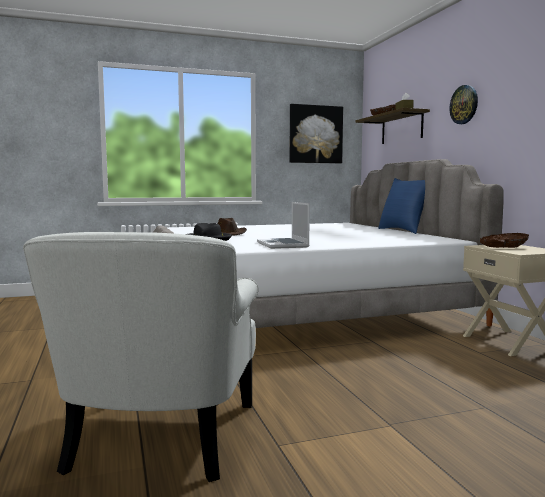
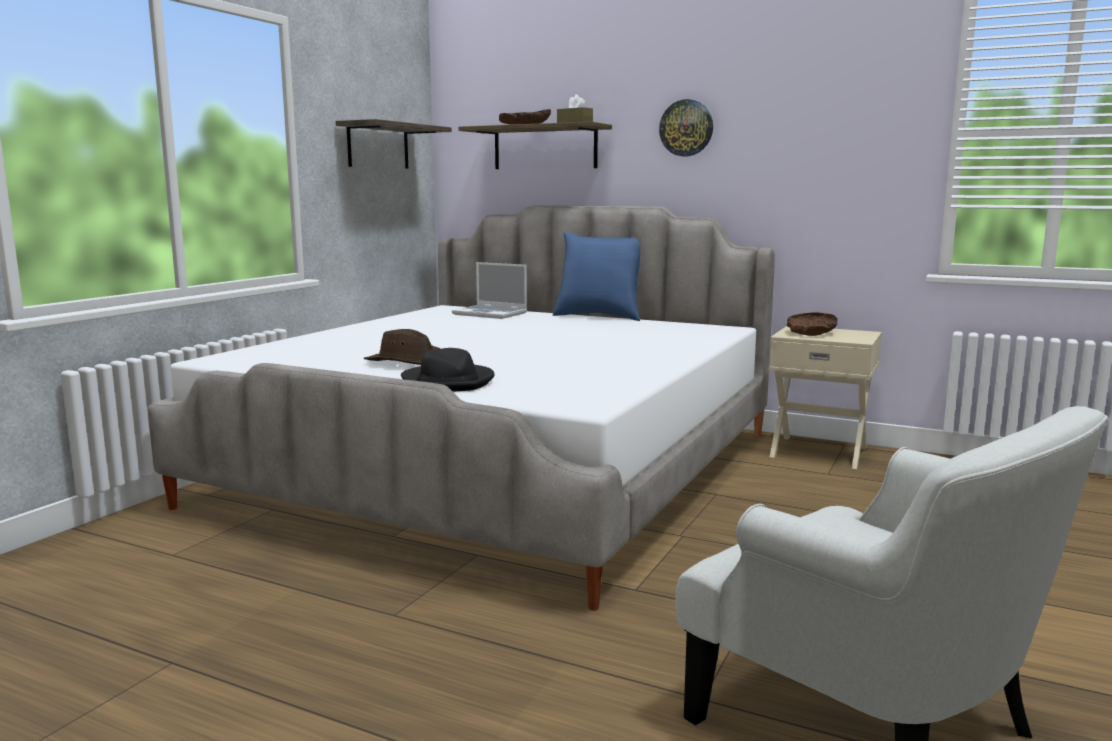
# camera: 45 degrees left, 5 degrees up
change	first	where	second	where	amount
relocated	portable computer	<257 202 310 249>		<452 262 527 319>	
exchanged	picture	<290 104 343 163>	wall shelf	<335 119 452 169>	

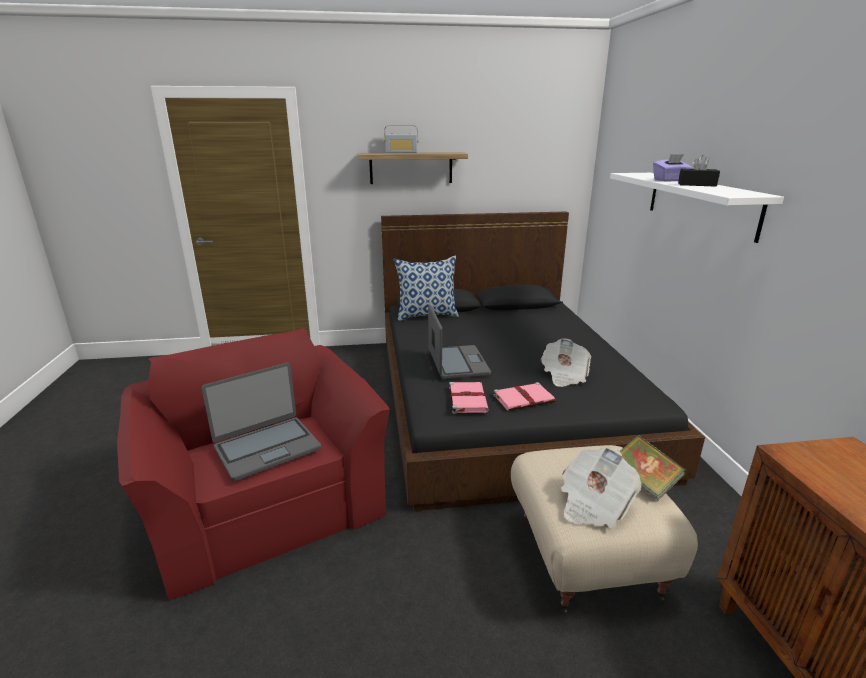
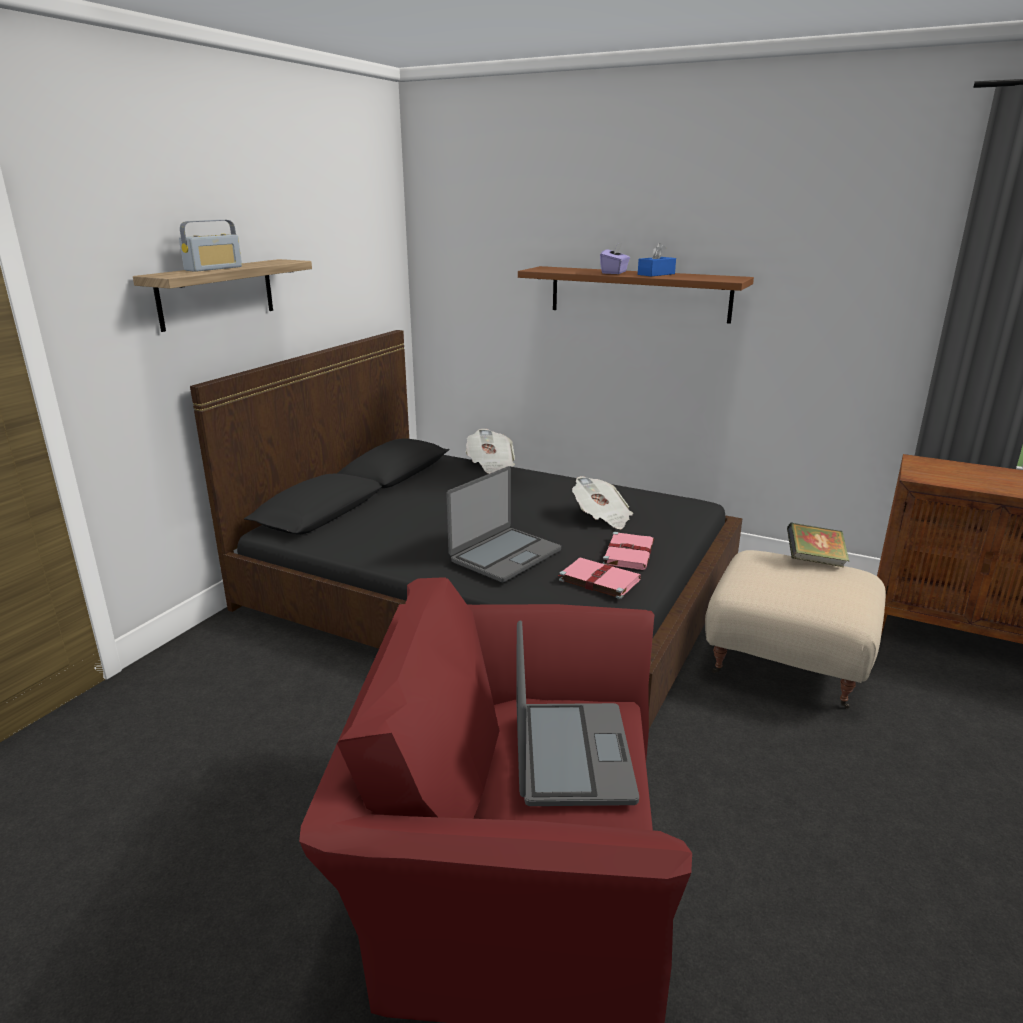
# camera: 55 degrees left, 0 degrees up
change	first	where	second	where	amount
missing	throw pillow	<394 256 459 321>			
relocated	daily paper	<561 447 641 528>		<466 429 515 474>	
colour	wall shelf (white)	<610 173 784 243>	wall shelf (brownish)	<518 266 754 324>	
colour	box of tissues (black-coloured)	<678 155 720 187>	box of tissues (blue)	<638 243 676 276>	
spun	portable computer	<428 305 491 379>		<446 466 561 582>	105 degrees clockwise

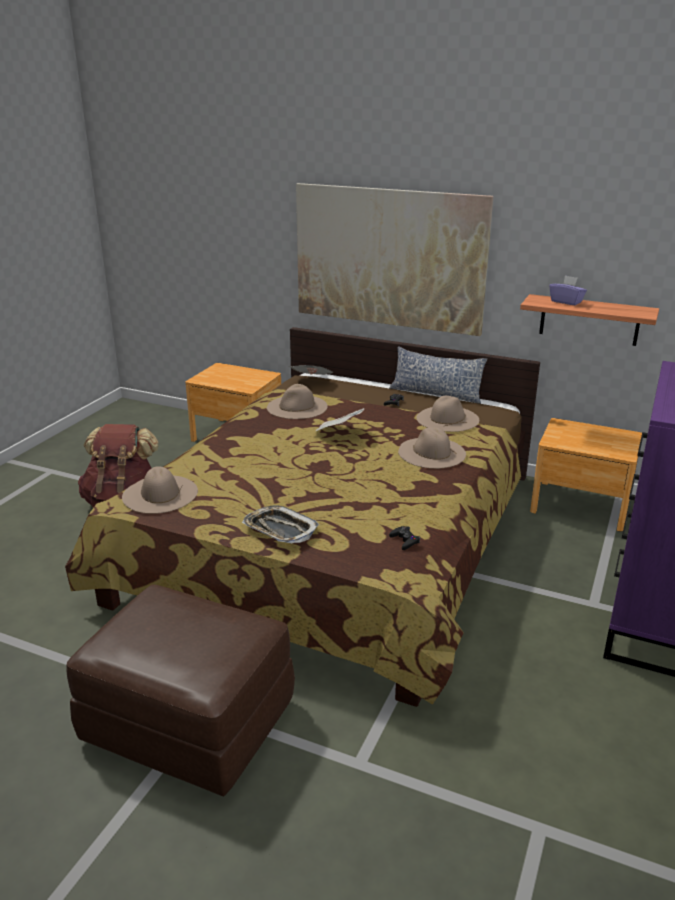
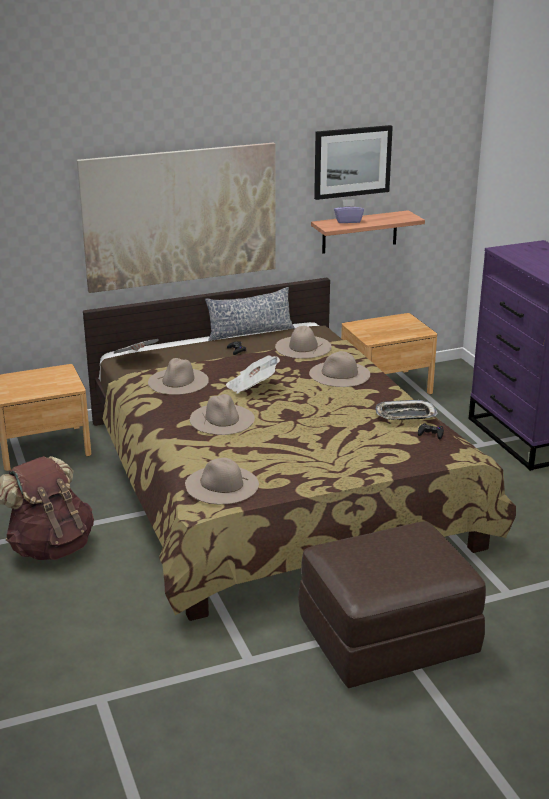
# camera: 45 degrees left, 0 degrees up
change	first	where	second	where	amount
appeared			hat (beige)	<190 394 255 435>	
appeared			picture	<314 125 393 200>	
relocated	tray	<242 505 319 543>		<376 400 438 420>	

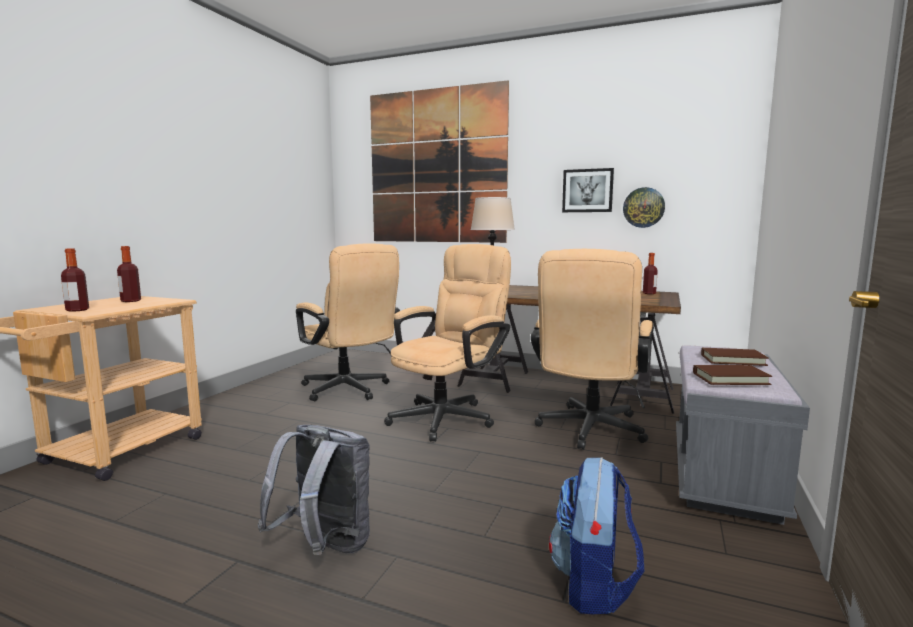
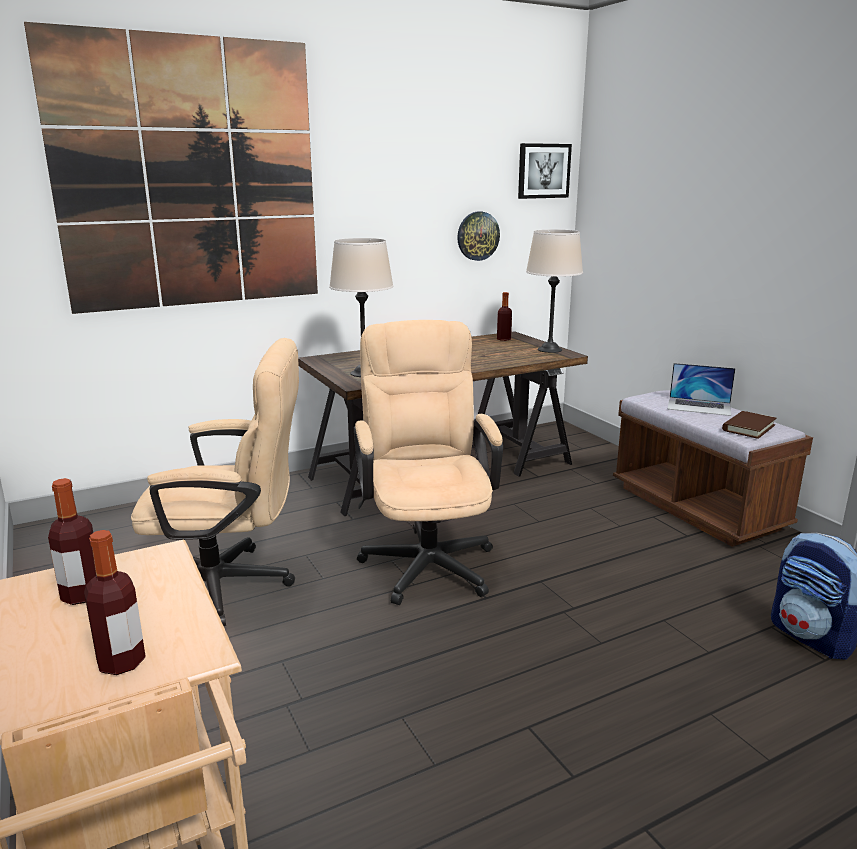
# camera: 50 degrees left, 10 degrees up
change	first	where	second	where	amount
missing	backpack (grey)	<257 425 370 555>			
missing	desk chair (beige)	<531 249 653 450>			
appeared			table lamp (beige)	<526 229 583 353>	
relocated	picture	<562 168 614 212>		<518 143 572 199>	
exchanged	book (brownish)	<701 348 769 366>	portable computer	<668 363 736 416>	
colour	indoor bench (grey)	<676 346 810 525>	indoor bench (brownish)	<613 390 813 547>	

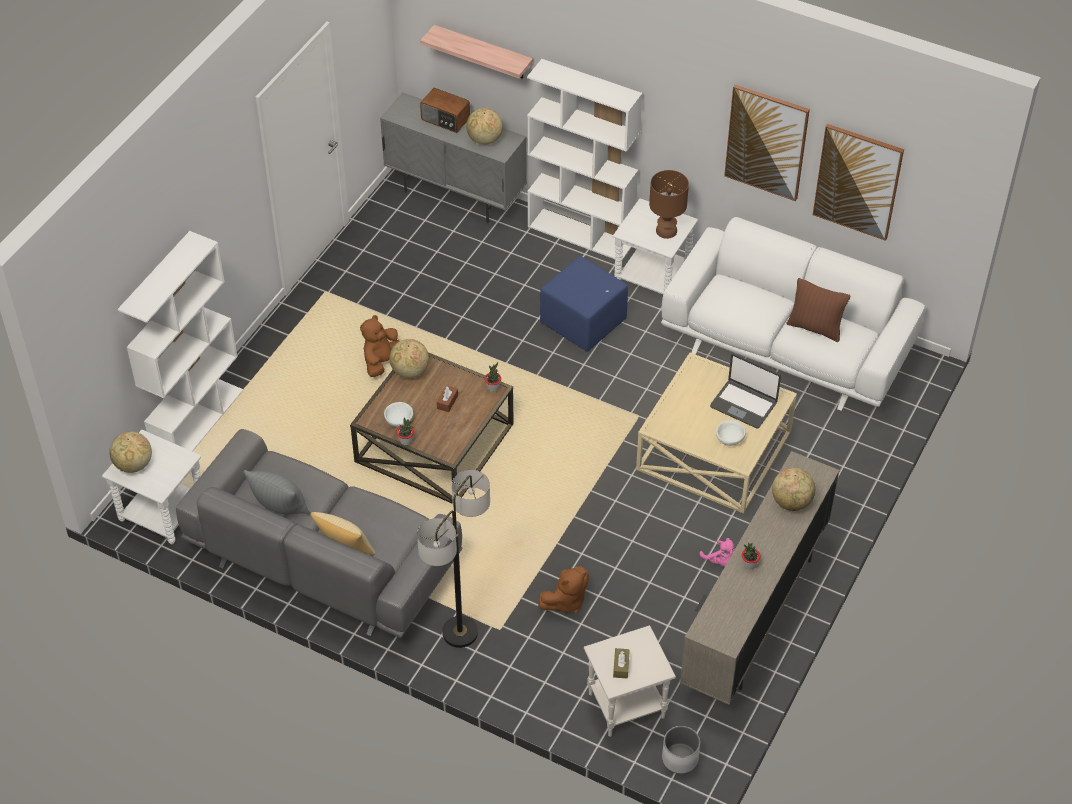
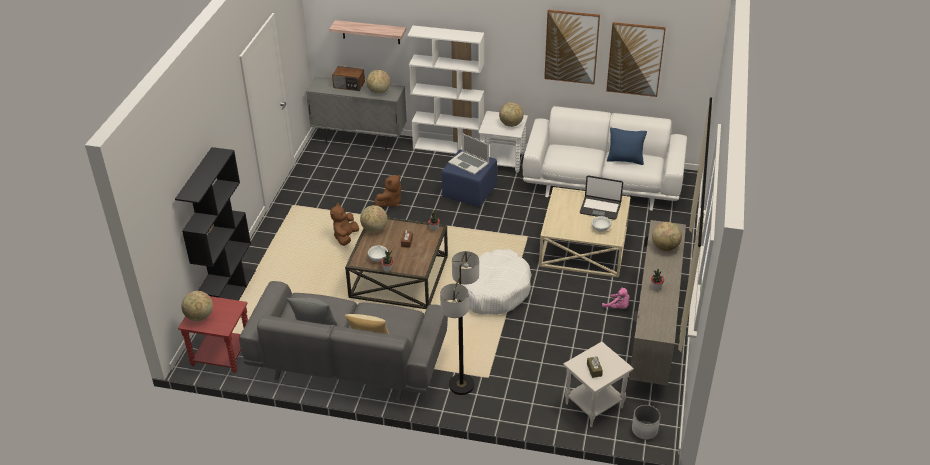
# camera: 15 degrees left, 10 degrees down
change	first	where	second	where	amount
appeared			portable computer	<448 133 489 175>	
appeared			dog bed (white)	<463 249 532 315>	
relocated	cuddly toy (brownish)	<538 566 589 613>		<375 175 401 207>	
exchanged	table lamp (brownish)	<649 170 689 239>	globe	<499 102 524 127>	
colour	side table (white)	<102 430 201 544>	side table (reddish)	<178 296 248 373>	
colour	bookshelf (white)	<118 231 243 452>	bookshelf (black-coloured)	<175 147 256 301>	
colour	throw pillow (brownish)	<787 278 851 342>	throw pillow (blue)	<607 128 647 165>	

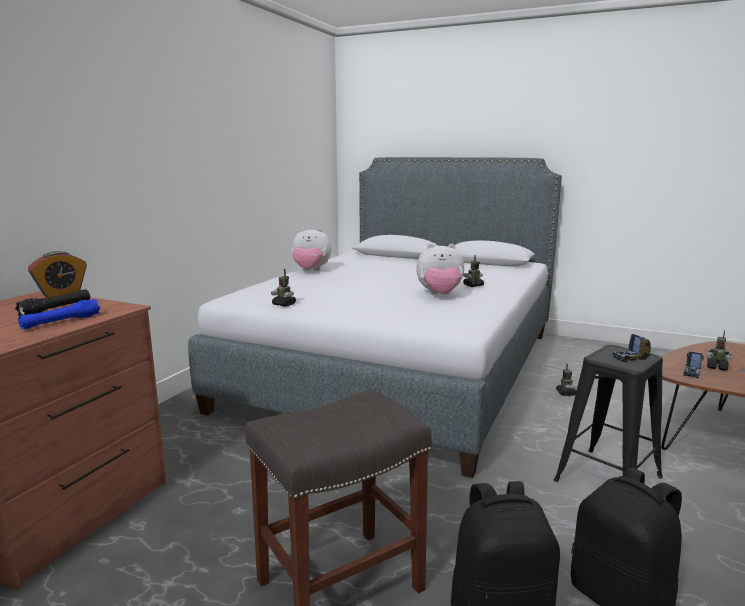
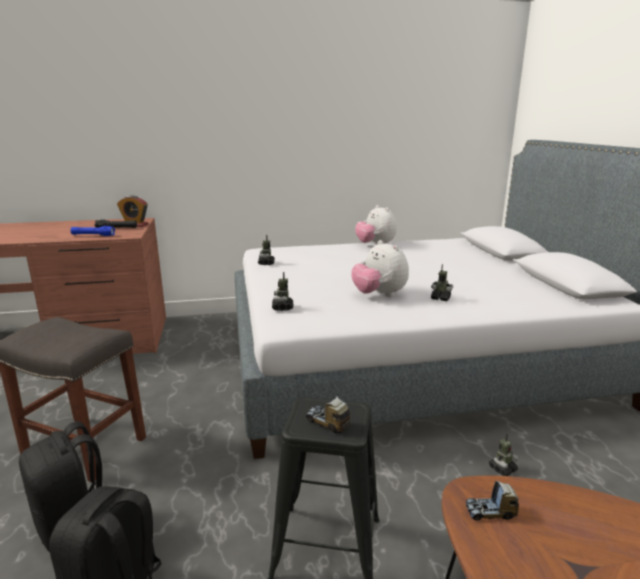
# camera: 55 degrees right, 5 degrees up
change	first	where	second	where	amount
relocated	toy robot	<706 330 732 371>		<272 272 293 311>	

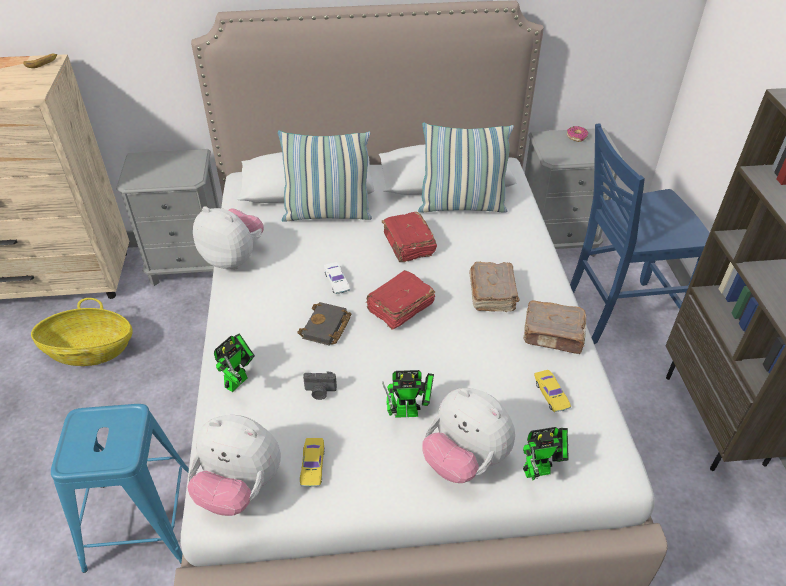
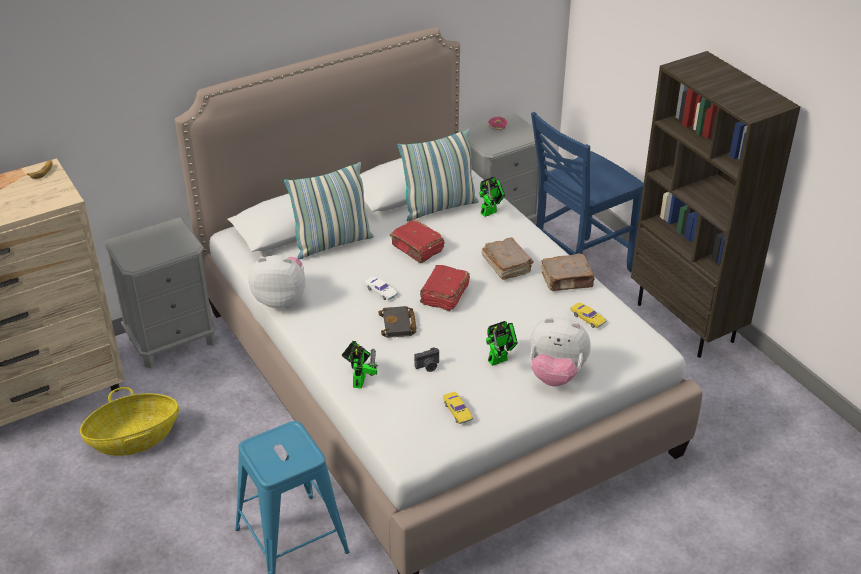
# camera: 25 degrees left, 5 degrees down
change	first	where	second	where	amount
missing	cuddly toy	<187 415 281 516>			
relocated	toy robot	<523 427 569 480>		<480 177 505 217>	

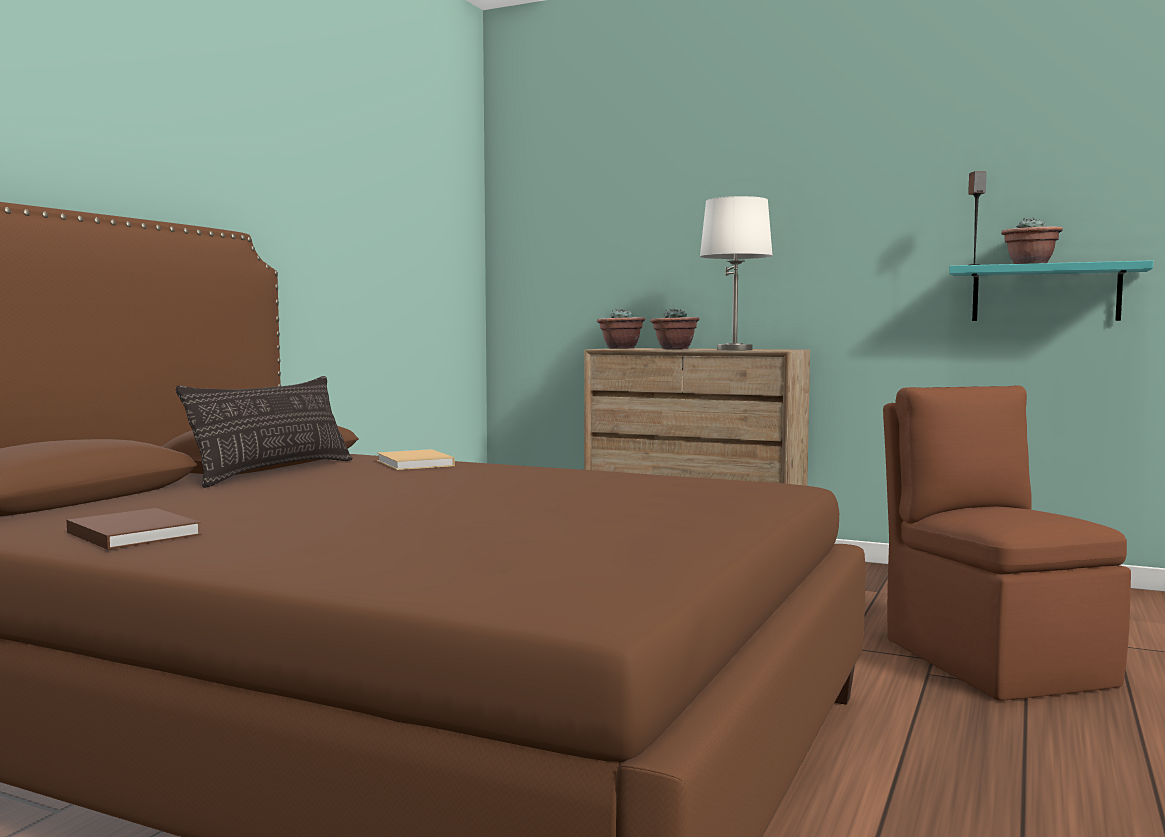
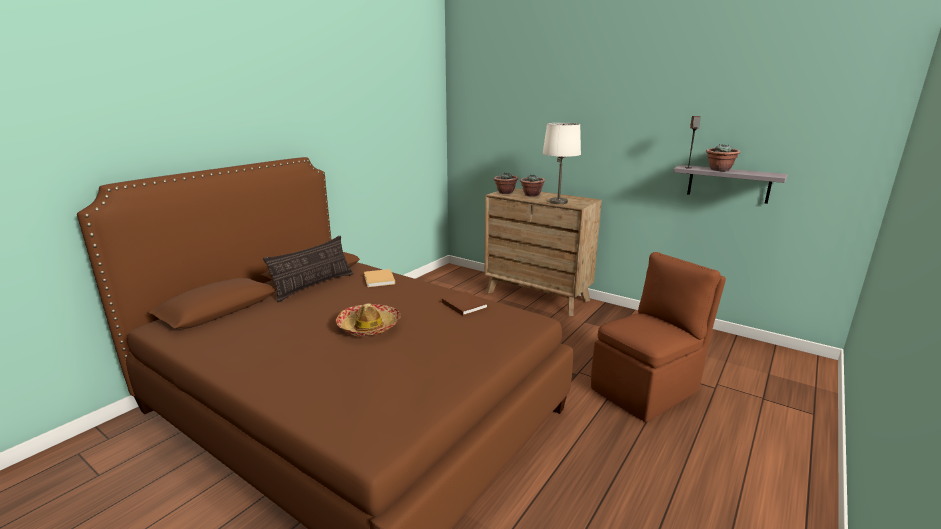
# camera: 10 degrees right, 15 degrees up
change	first	where	second	where	amount
appeared			hat	<336 304 400 336>	
relocated	book (brownish)	<66 508 201 550>		<442 292 488 316>	
colour	wall shelf (turquoise)	<949 260 1153 321>	wall shelf (grey)	<673 165 788 204>	
spun	upright chair (brownish)	<883 385 1131 701>		<591 252 726 422>	60 degrees clockwise

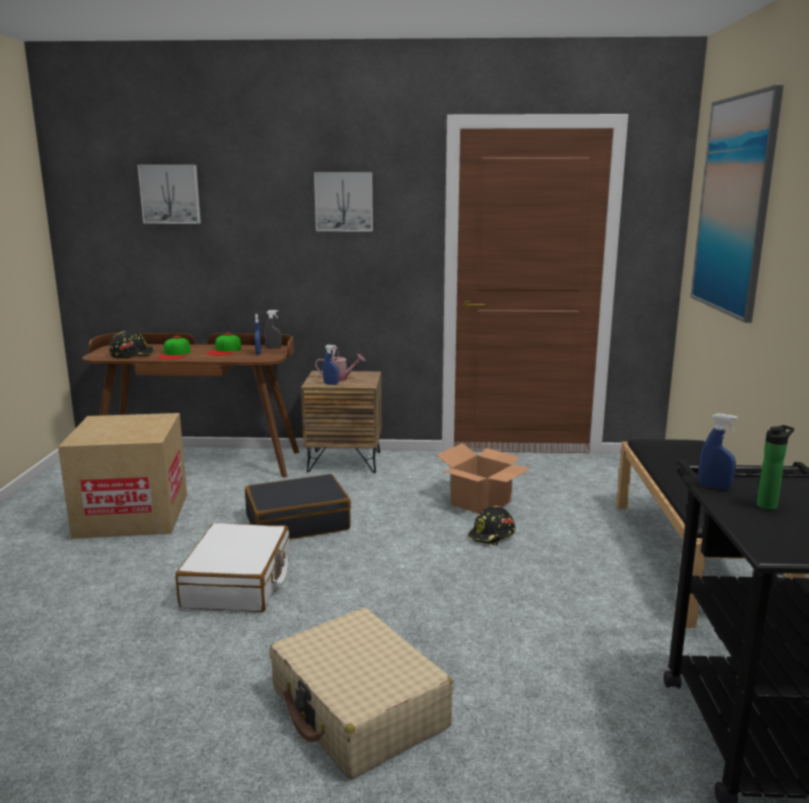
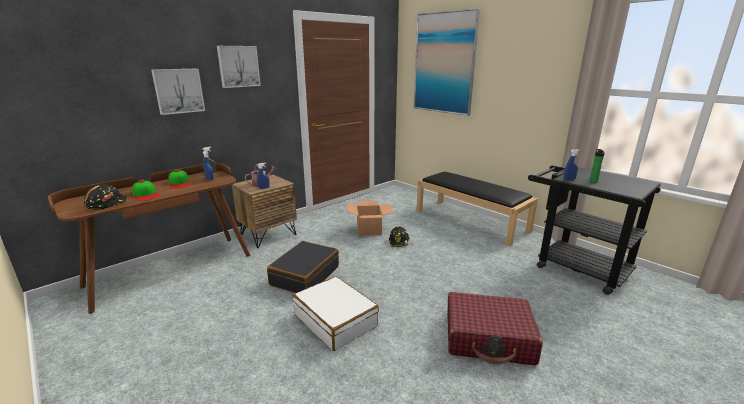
# camera: 45 degrees left, 5 degrees up
change	first	where	second	where	amount
missing	cardboard box	<58 413 187 539>			
relocated	picture	<137 165 201 224>		<151 69 205 115>	
colour	travel case (beige)	<270 608 453 779>	travel case (reddish)	<447 292 543 365>	

